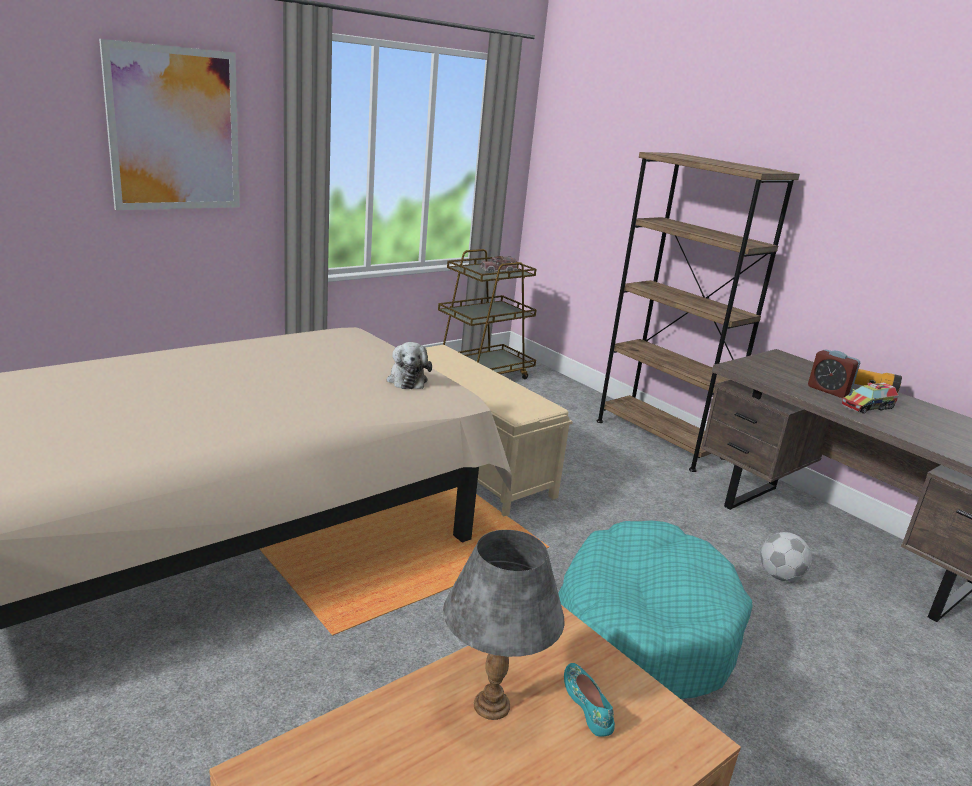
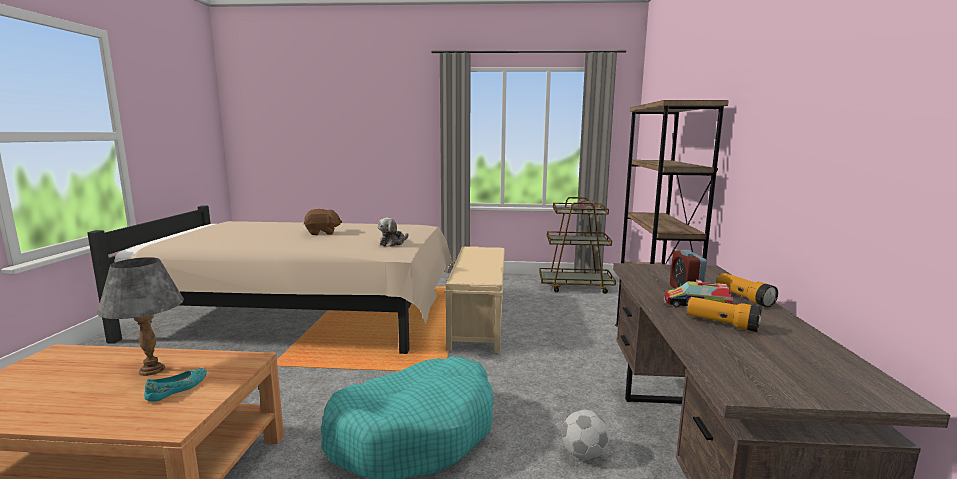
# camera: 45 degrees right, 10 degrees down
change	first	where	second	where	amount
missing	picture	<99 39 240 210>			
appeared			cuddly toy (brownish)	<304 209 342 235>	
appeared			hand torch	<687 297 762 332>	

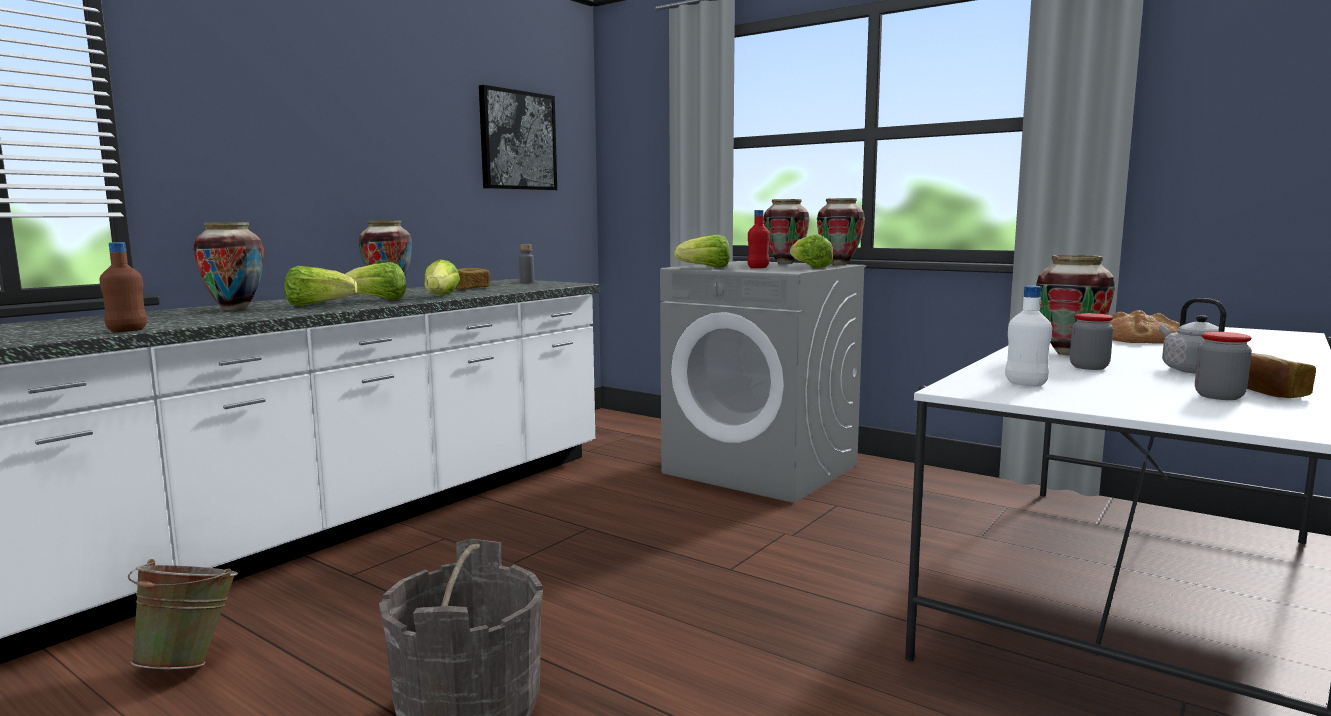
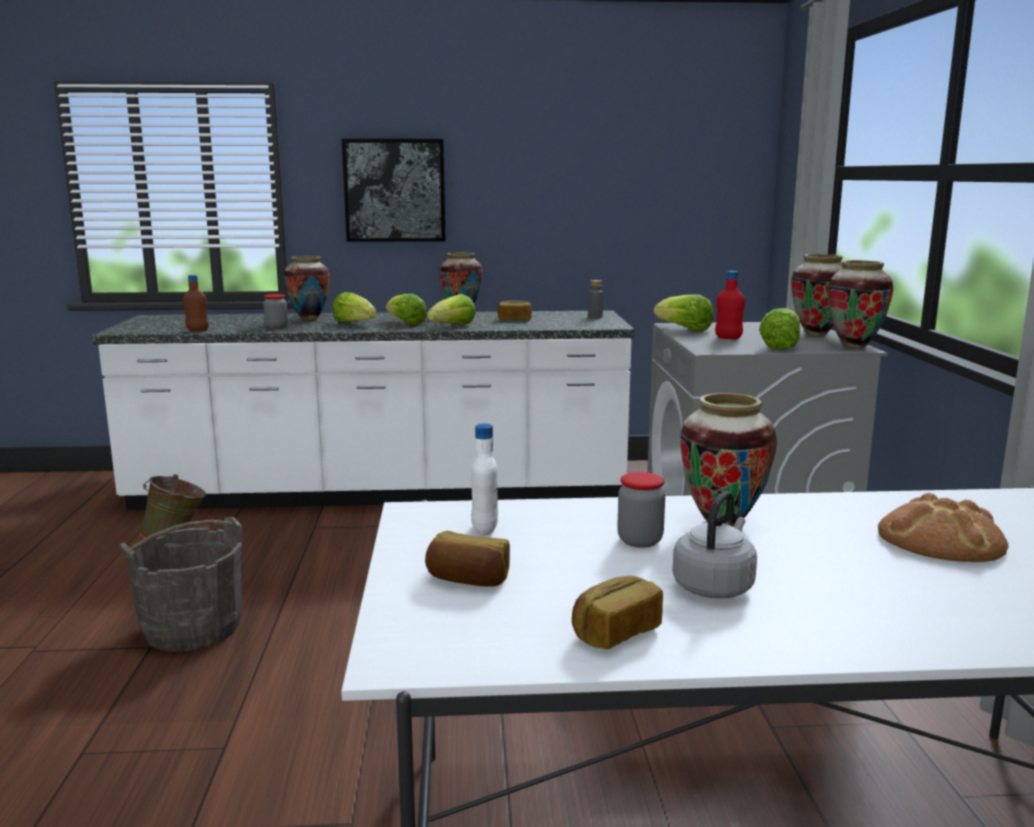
# camera: 50 degrees right, 5 degrees up
change	first	where	second	where	amount
appeared			baked bread	<425 531 510 587>	
relocated	picture	<479 85 557 190>		<342 139 446 242>	
relocated	jar	<1195 332 1252 400>		<263 294 288 329>	

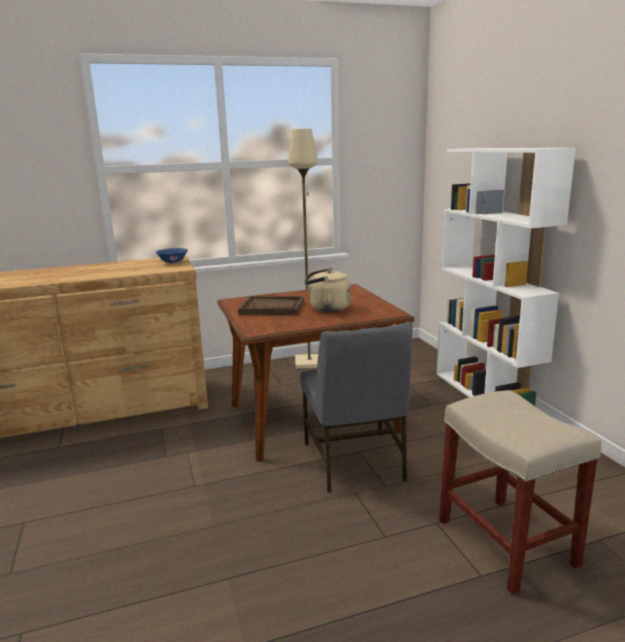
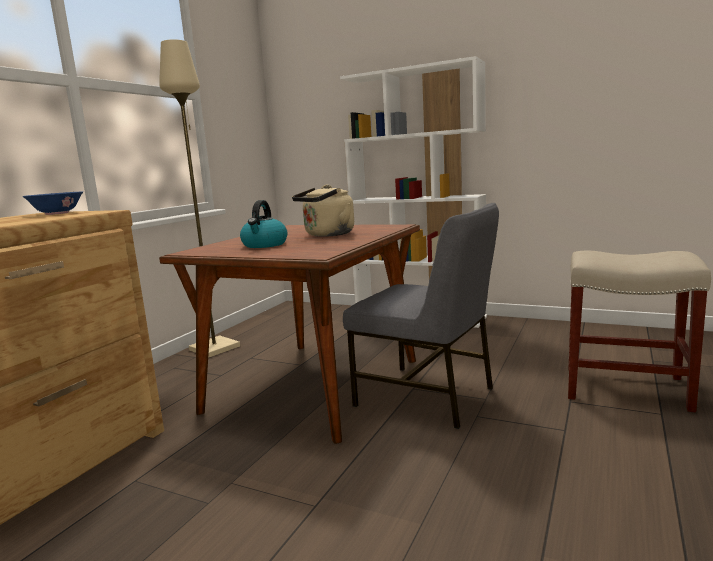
# camera: 45 degrees left, 5 degrees down
change	first	where	second	where	amount
exchanged	tray (brownish)	<238 296 304 315>	kettle	<240 200 287 248>	

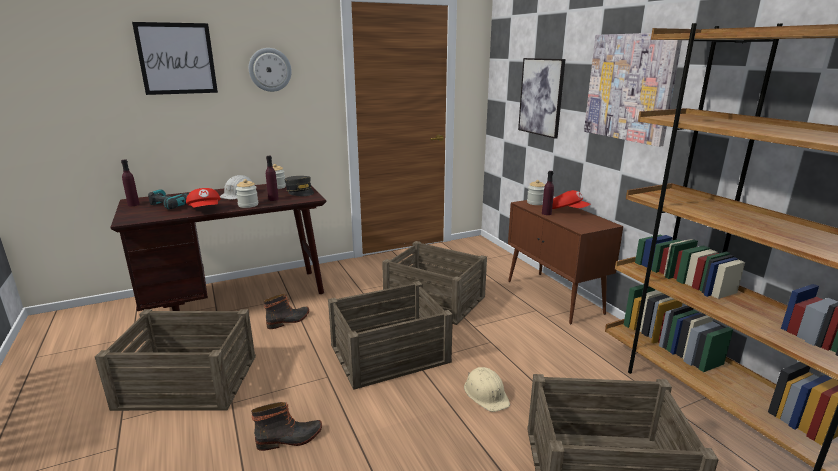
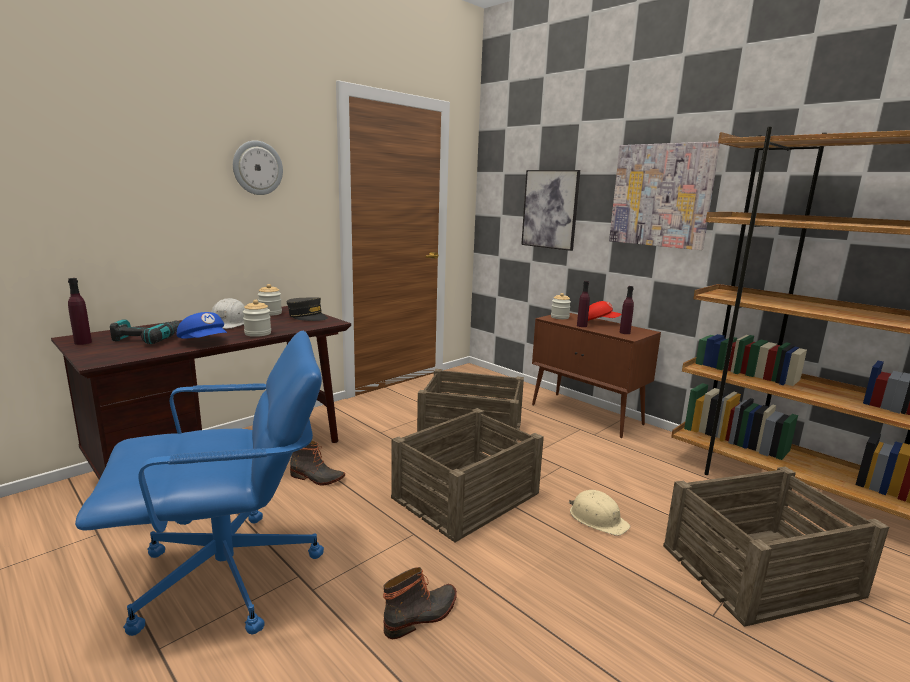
# camera: 20 degrees left, 5 degrees down
change	first	where	second	where	amount
missing	picture	<132 22 218 95>			
relocated	beverage bottle (purple)	<266 156 279 201>		<619 286 634 334>	
exchanged	crate	<95 309 256 411>	desk chair (blue)	<75 331 324 636>	
colour	cap (reddish)	<186 188 221 208>	cap (blue)	<177 312 227 339>	
spun	boot	<263 294 309 329>		<290 441 345 485>	75 degrees clockwise

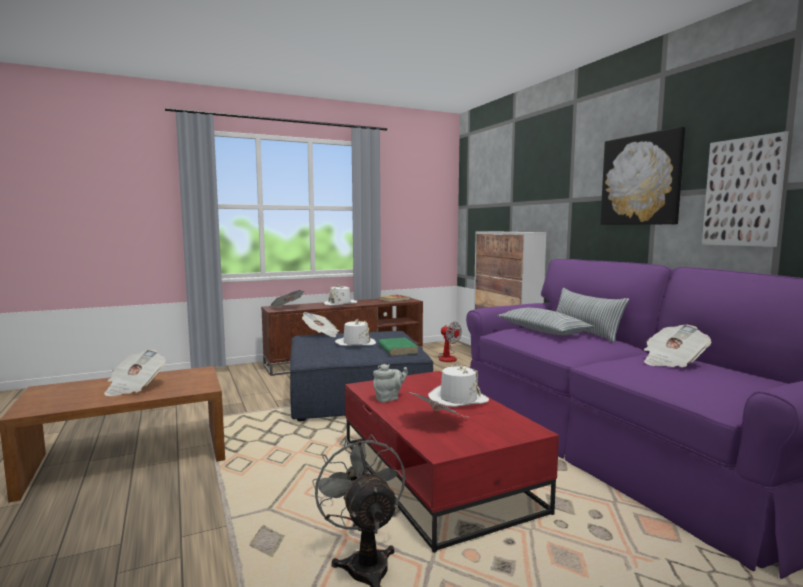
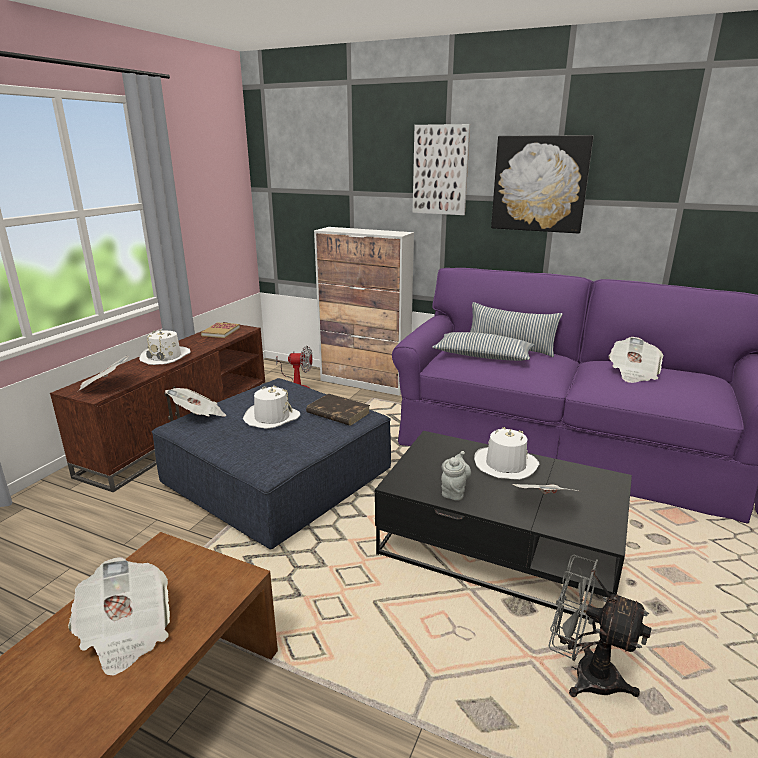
# camera: 40 degrees left, 15 degrees up
change	first	where	second	where	amount
relocated	picture	<702 131 789 247>		<413 124 470 215>	
colour	lounge table (reddish)	<345 371 559 553>	lounge table (black-coloured)	<375 431 632 623>	
colour	book (greenish)	<378 337 419 356>	book (brownish)	<306 394 370 426>	

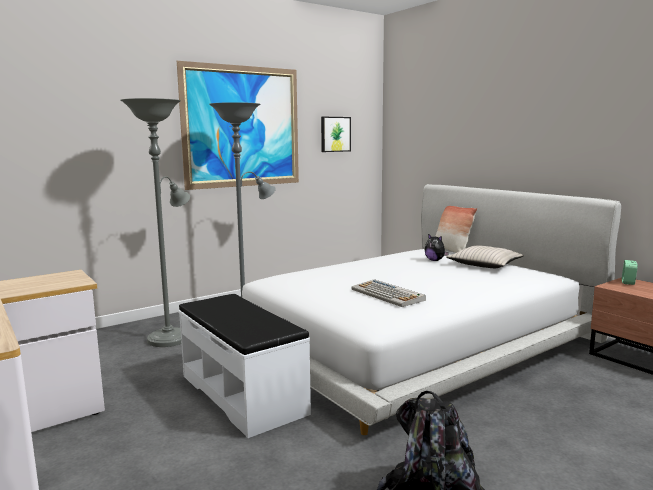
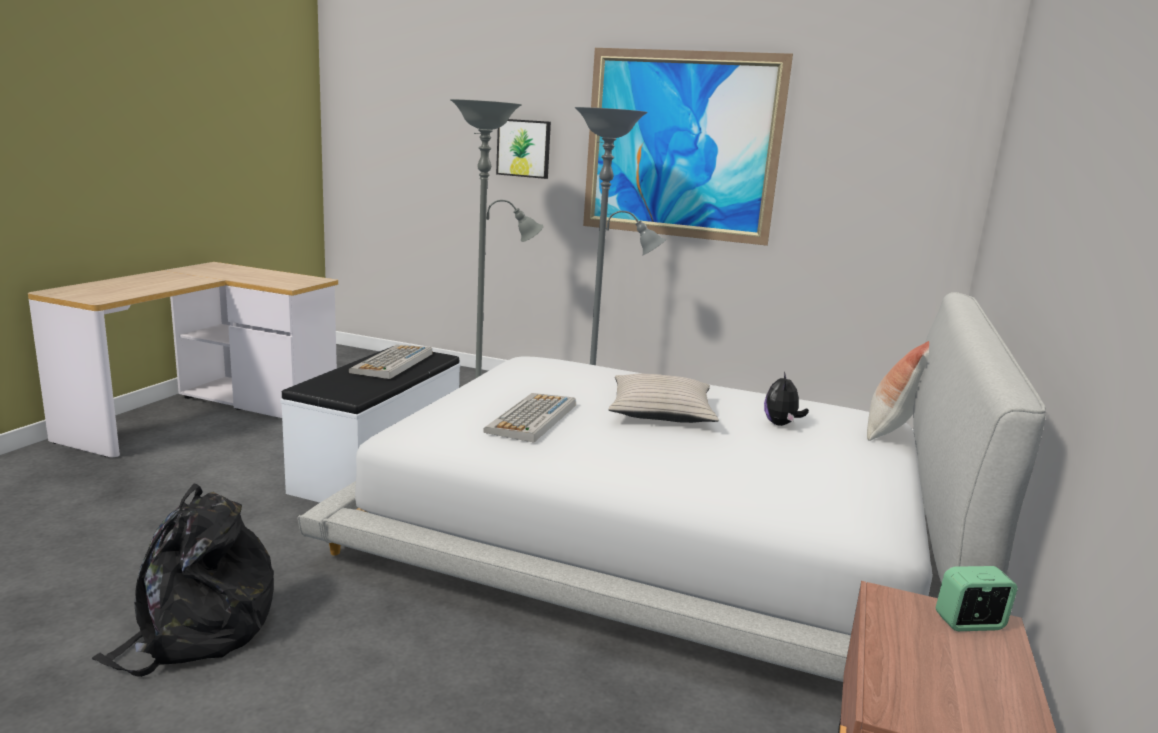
# camera: 55 degrees right, 5 degrees up
change	first	where	second	where	amount
appeared			keyboard	<349 345 433 379>	
relocated	picture	<321 117 351 152>		<496 119 551 179>	
relocated	throw pillow (beige)	<446 245 524 268>		<608 374 719 423>	

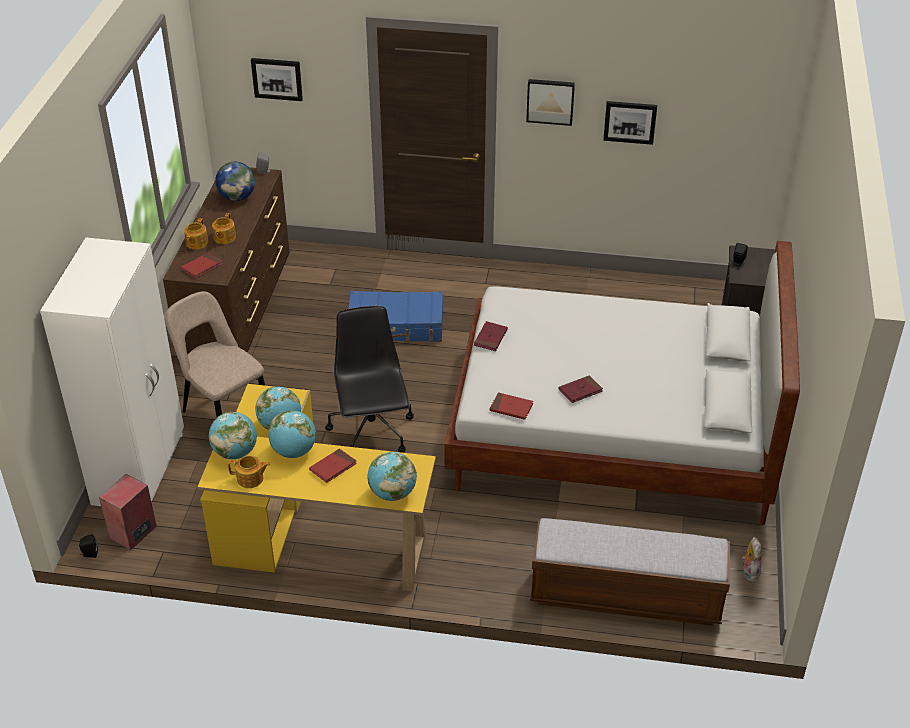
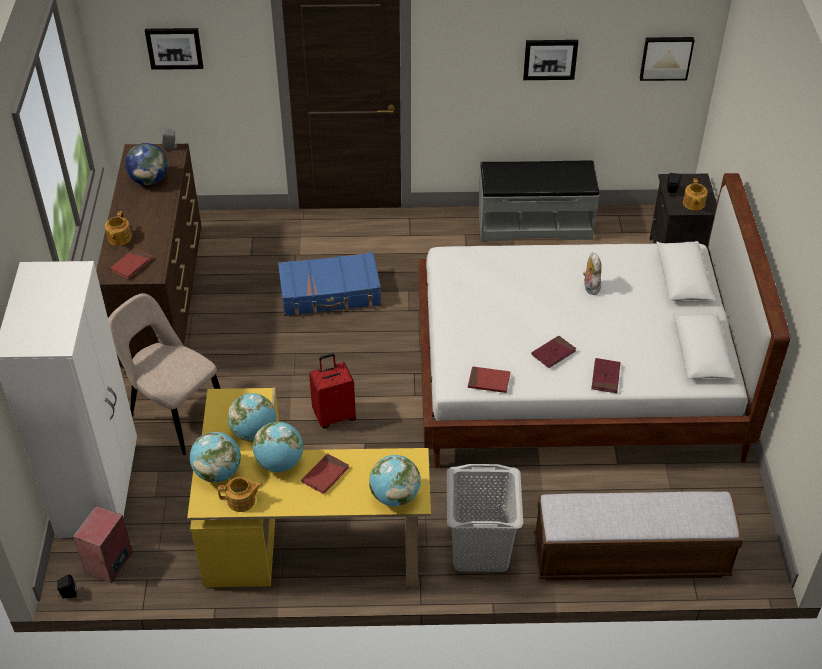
# camera: 10 degrees left, 5 degrees up
change	first	where	second	where	amount
appeared			laundry basket (grey)	<447 464 523 572>	
appeared			indoor bench (grey)	<478 160 599 241>	
relocated	pot for tea	<212 213 236 244>		<683 178 707 211>	
relocated	book (reddish)	<474 321 508 351>		<591 358 621 393>	
relocated	picture	<526 79 575 126>		<640 37 695 81>	
relocated	cuddly toy	<742 537 762 582>		<583 253 601 295>	
exchanged	desk chair (black-coloured)	<325 306 414 453>	travel case (reddish)	<309 353 356 429>	

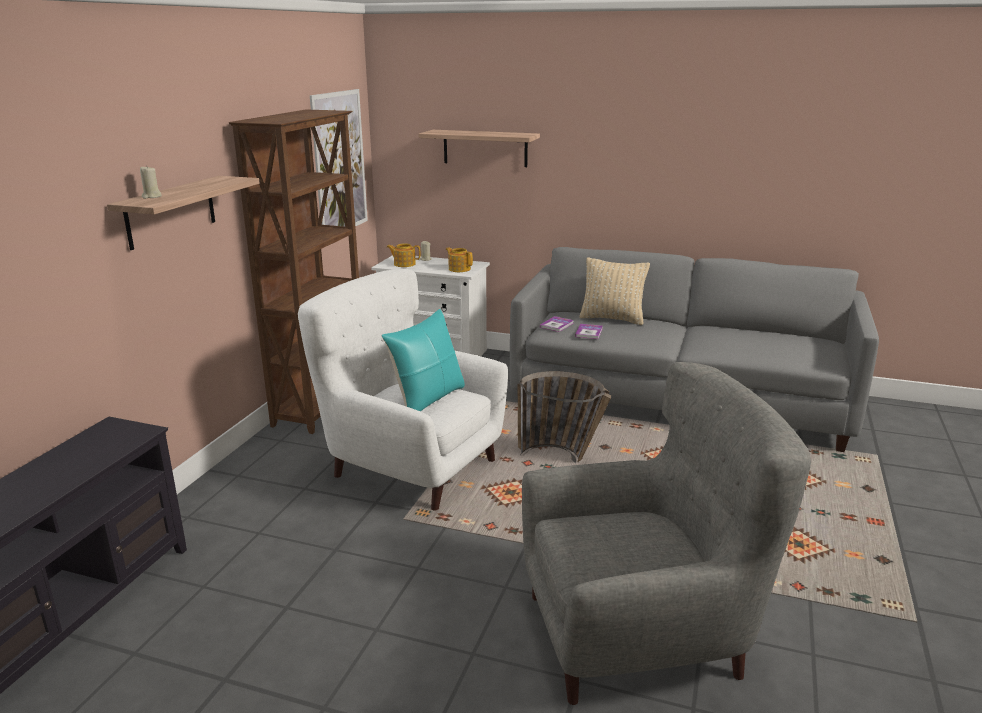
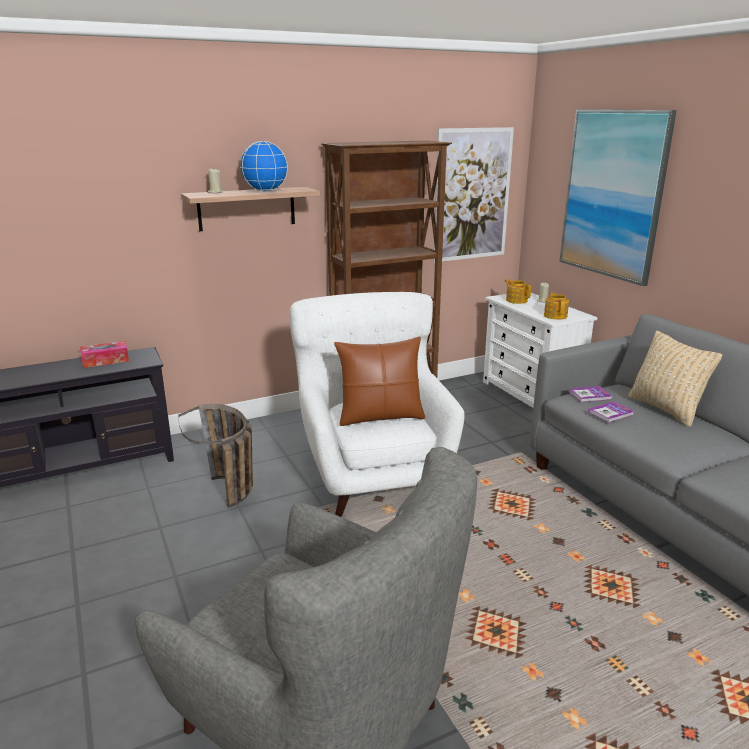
# camera: 45 degrees right, 0 degrees up
change	first	where	second	where	amount
appeared			box of tissues	<80 341 129 368>	
appeared			globe	<240 141 288 192>	
relocated	basket	<518 371 611 463>		<178 404 253 508>	
exchanged	wall shelf	<419 130 540 167>	picture	<559 110 677 286>	
colour	throw pillow (turquoise)	<382 309 465 412>	throw pillow (brownish)	<334 337 425 426>	

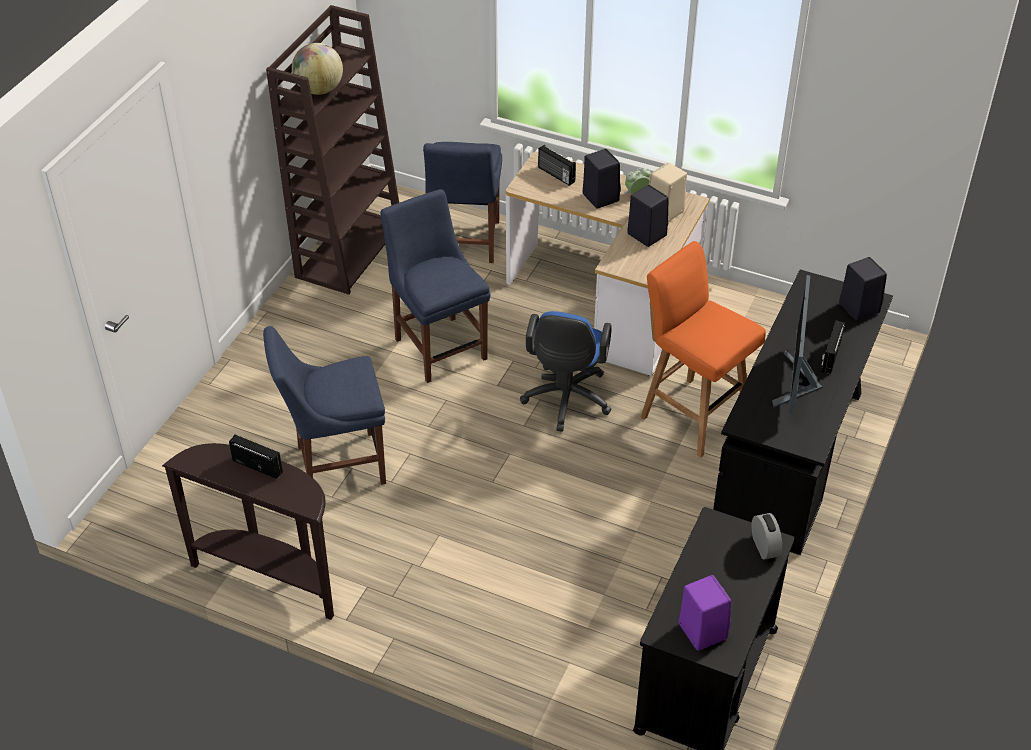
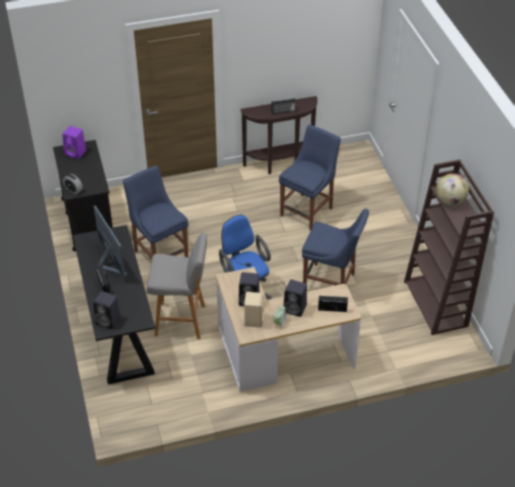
# camera: 140 degrees right, 0 degrees up
change	first	where	second	where	amount
relocated	upright chair (blue)	<423 142 502 263>		<123 166 189 259>	
colour	stool (orange)	<641 241 766 458>	stool (grey)	<147 233 207 339>	

